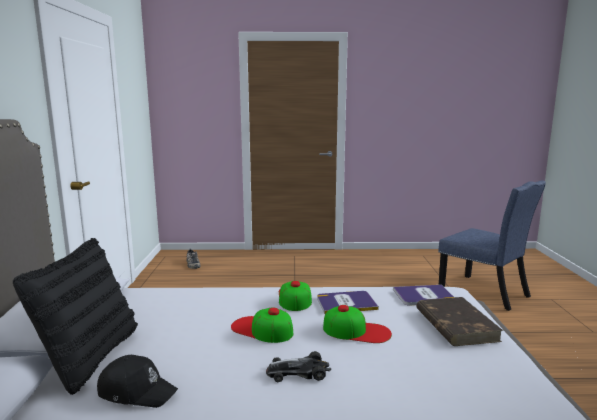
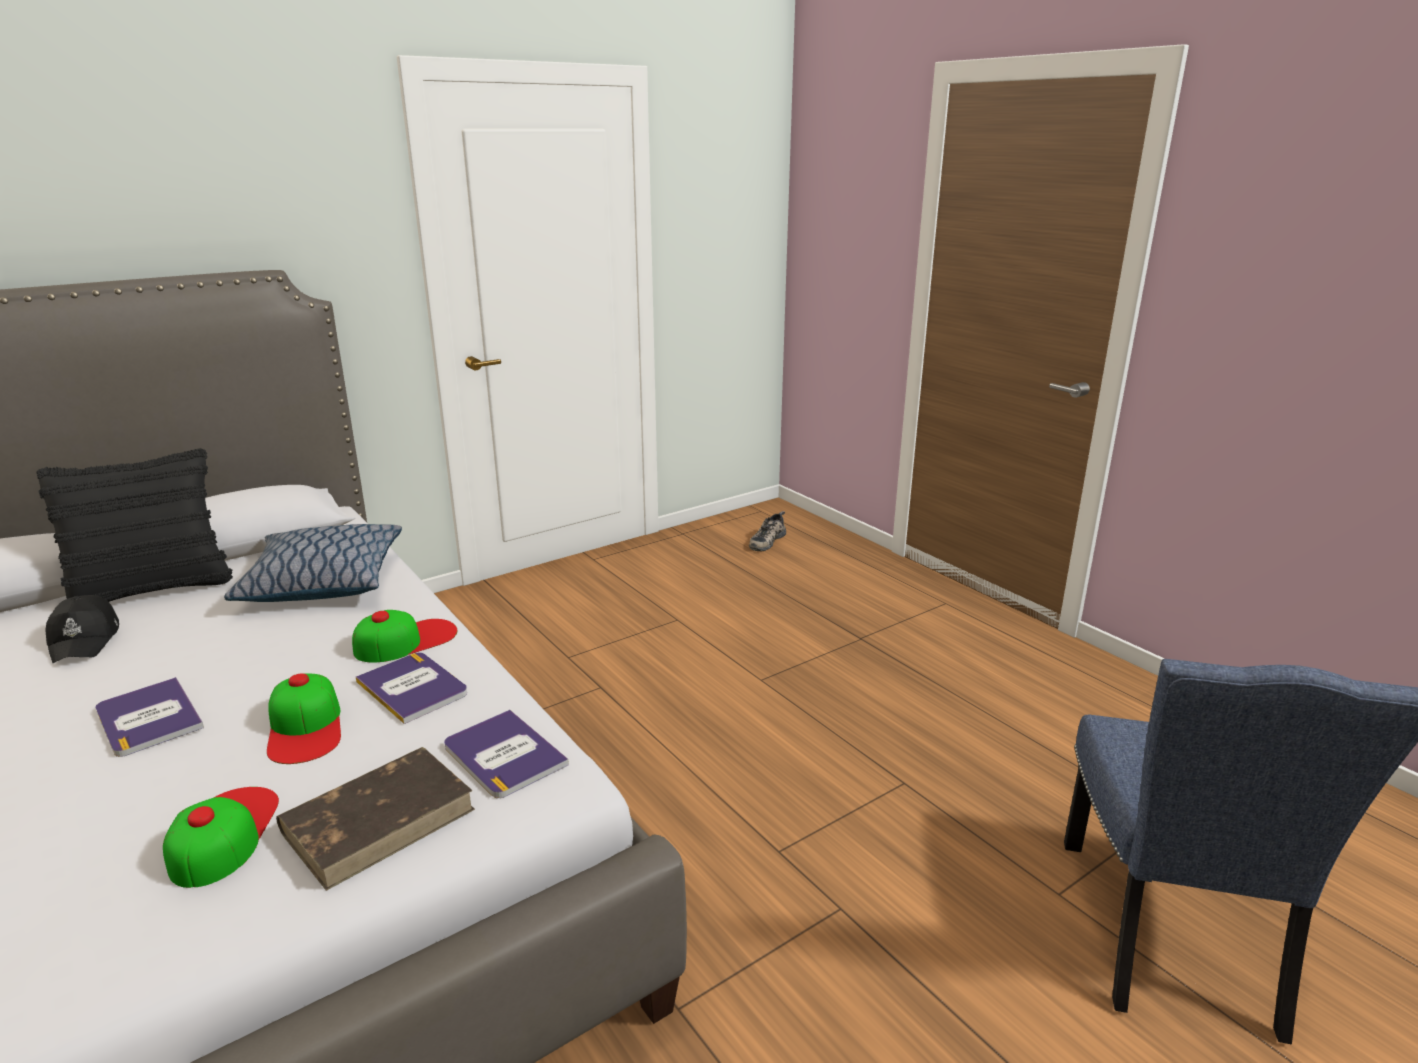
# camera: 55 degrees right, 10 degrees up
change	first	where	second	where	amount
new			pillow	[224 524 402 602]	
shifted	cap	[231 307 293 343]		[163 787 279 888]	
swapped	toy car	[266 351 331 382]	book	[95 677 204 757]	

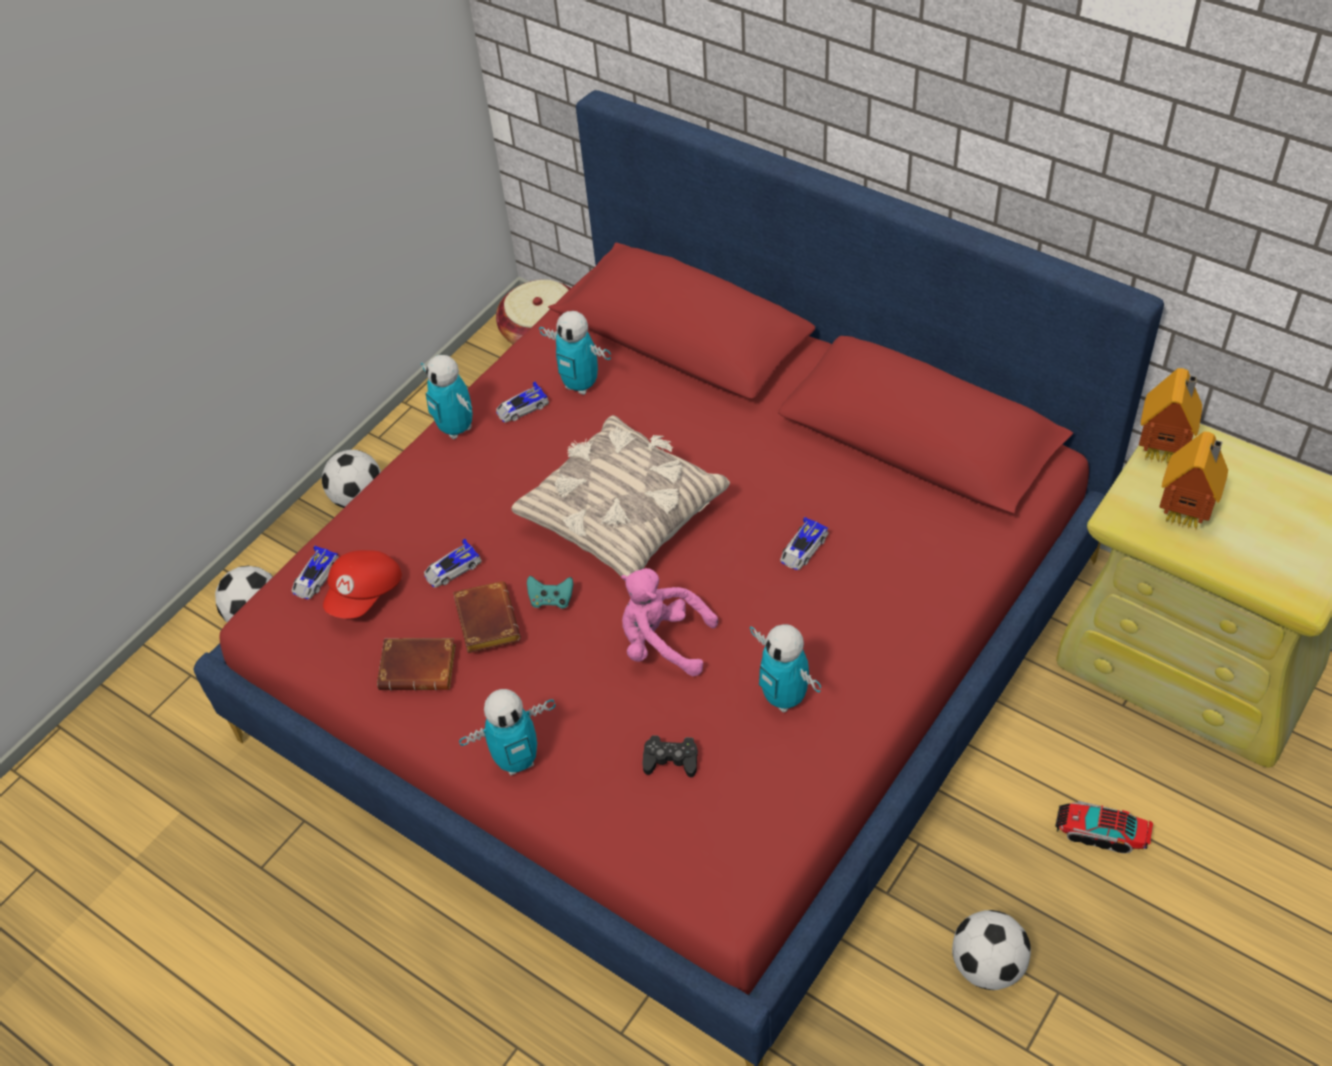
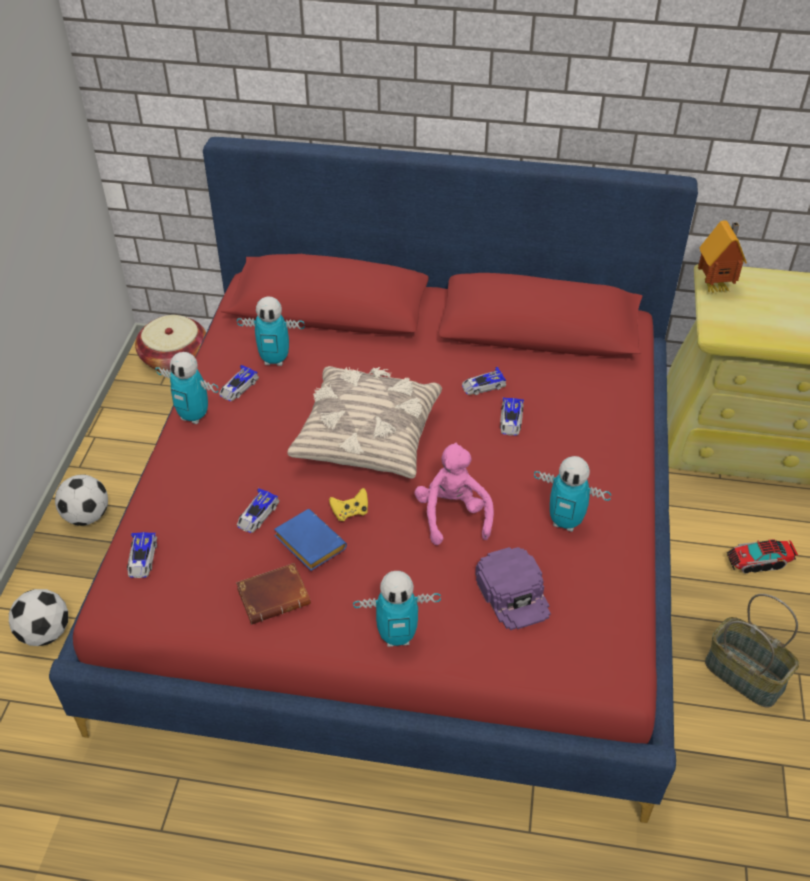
# camera: 30 degrees left, 5 degrees down
change	first	where	second	where	amount
gone	red cap	[323 550 402 619]			
gone	toy house	[1159 432 1228 529]			
new			toy car	[462 367 506 395]	
swapped	black game controller	[642 735 698 777]	purple cap	[475 547 551 630]	
swapped	football	[952 910 1031 990]	basket	[705 594 799 708]	
repainted	brown book	[453 581 521 653]	blue book	[274 509 347 571]	
repainted	turquoise game controller	[527 576 573 609]	yellow game controller	[329 488 368 521]	
rotated	toy robot	[459 689 555 776]		[353 571 441 647]	45 degrees clockwise
rotated	pink plush toy	[621 568 718 676]		[415 442 494 545]	90 degrees clockwise

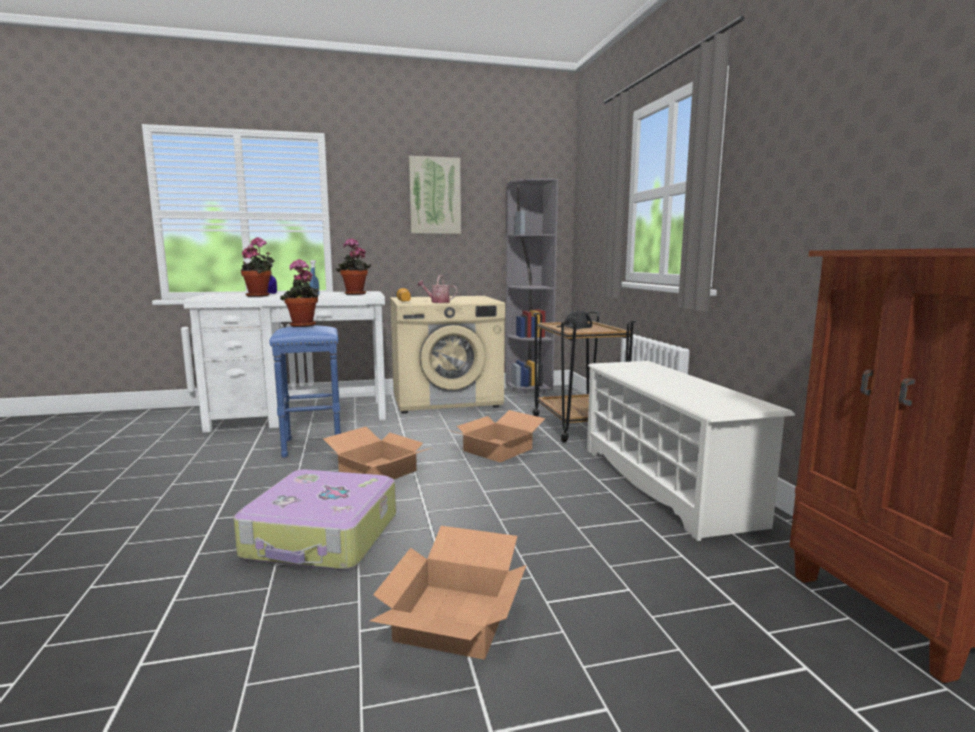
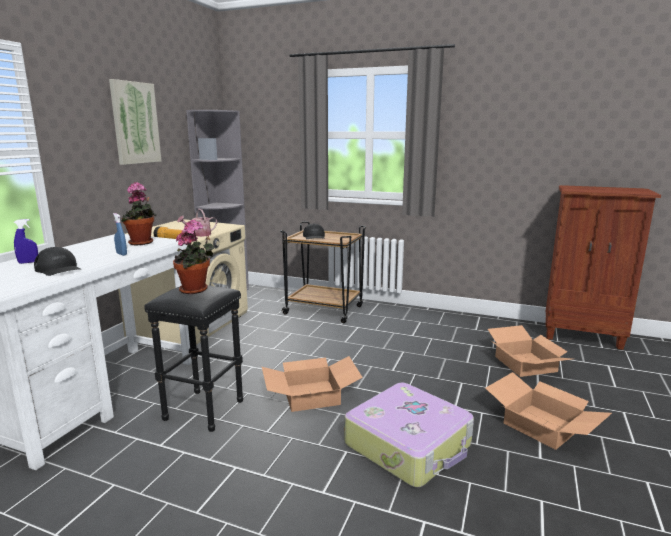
# camera: 55 degrees left, 5 degrees up
change	first	where	second	where	amount
gone	white shoe rack	[587 361 795 541]			
shifted	cardboard box	[449 410 546 462]		[488 325 571 377]	
swapped	potted plant	[241 237 274 297]	black cap	[34 247 81 276]	
repainted	blue stool	[269 325 341 457]	black stool	[144 285 243 432]	

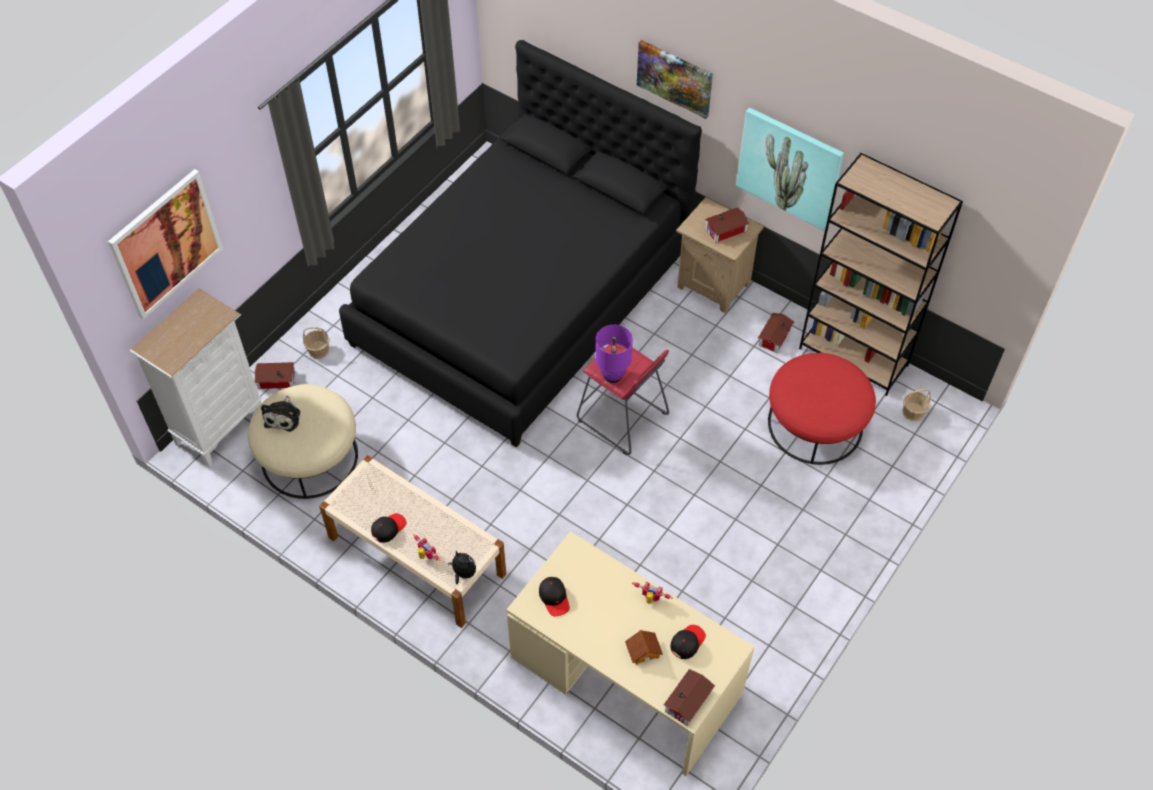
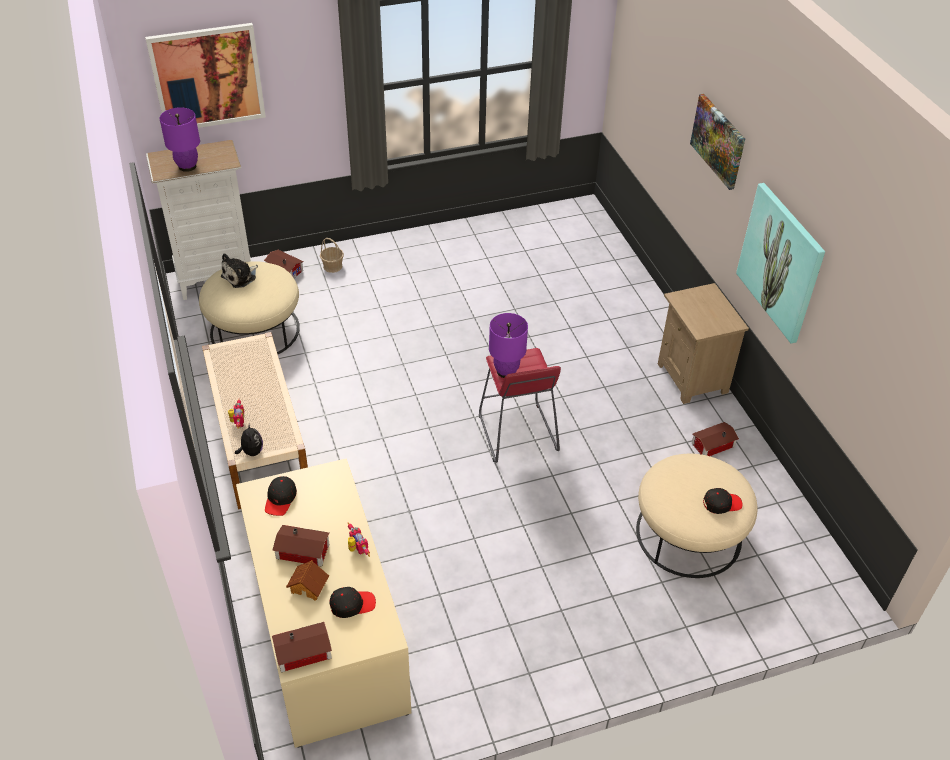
# camera: 35 degrees right, 10 degrees down
change	first	where	second	where	amount
gone	black bed	[339 40 702 447]			
gone	beige bookcase	[799 153 963 396]			
gone	basket	[902 389 931 421]			
new			purple table lamp	[159 107 200 172]	
shifted	black cap	[371 513 406 543]		[703 488 742 514]	
shifted	toy house	[705 207 750 243]		[272 525 330 567]	
repainted	red ottoman	[768 353 876 465]	beige ottoman	[636 453 757 578]	

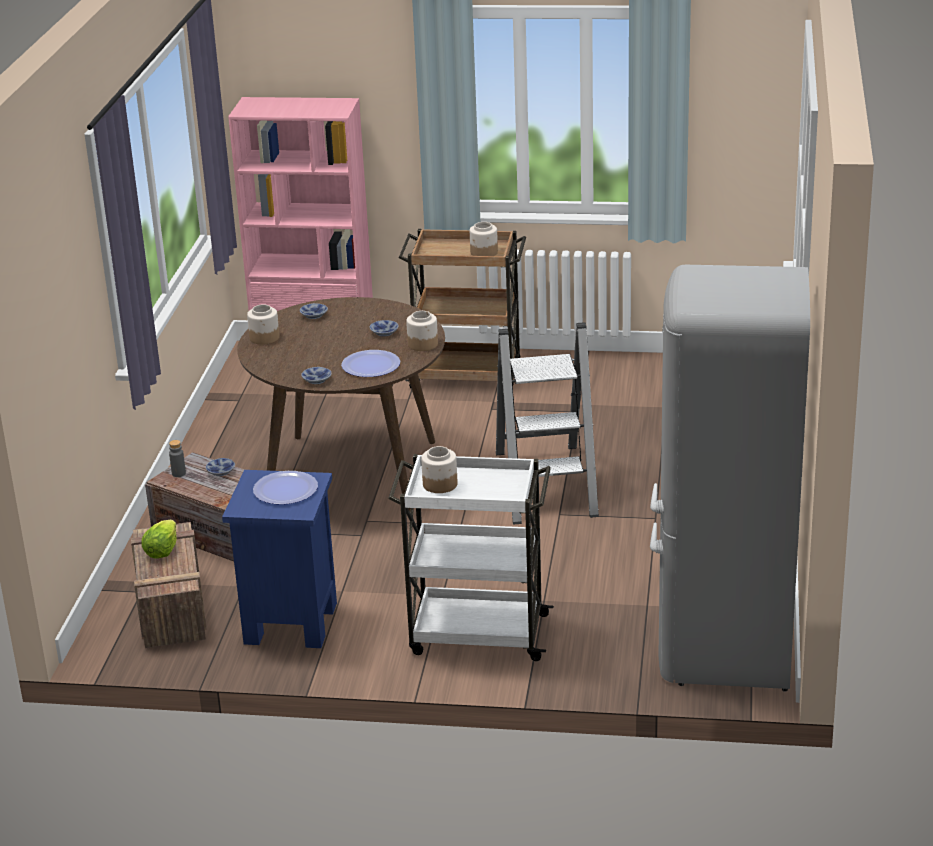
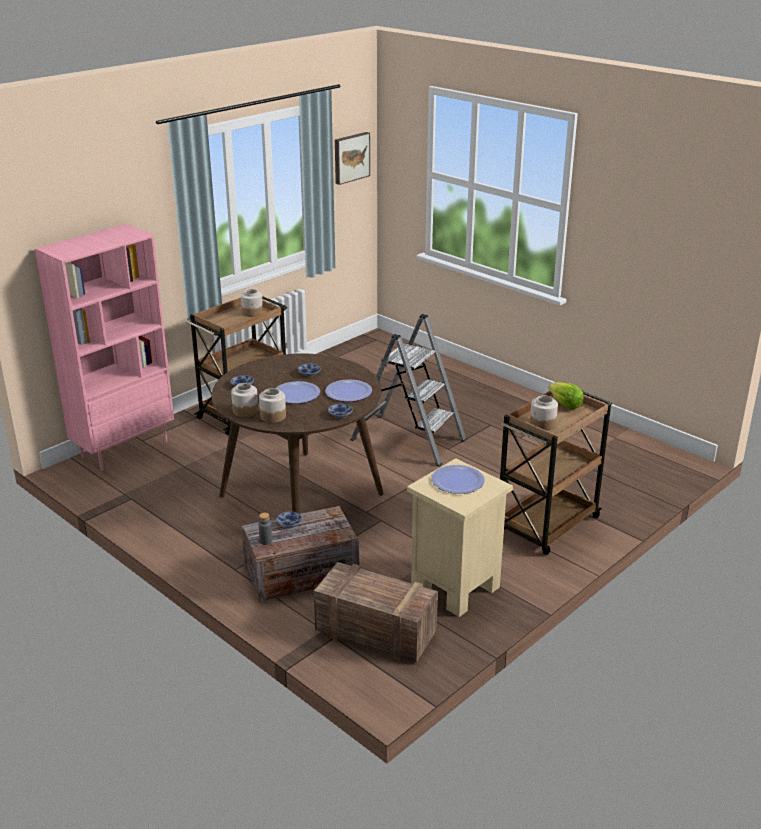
# camera: 55 degrees left, 0 degrees up
change	first	where	second	where	amount
gone	grey fridge	[650 265 810 692]			
new			plate	[276 381 320 404]	
new			picture	[335 132 370 185]	
shifted	lettuce	[141 520 177 559]		[548 382 584 409]	
shifted	jar	[406 311 438 351]		[259 388 286 423]	
repainted	blue nightstand	[222 470 337 648]	beige nightstand	[407 458 513 617]	
repainted	white cart	[388 454 554 661]	brown cart	[500 391 612 555]	

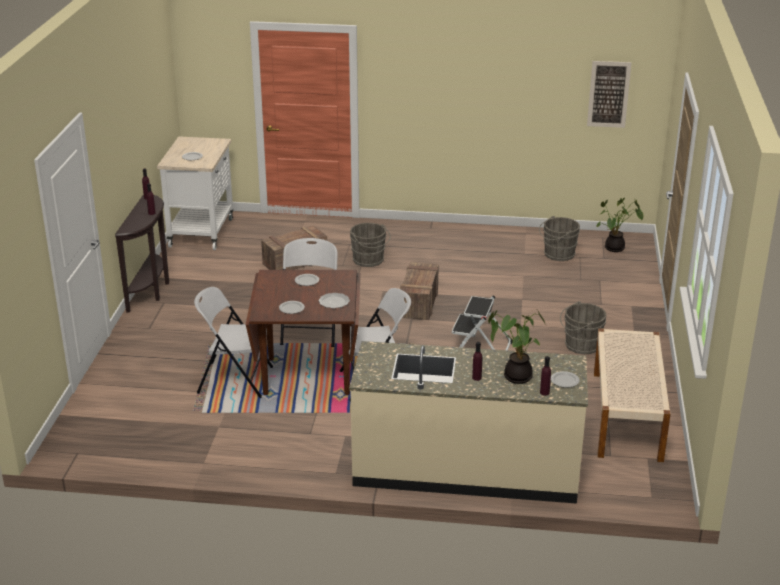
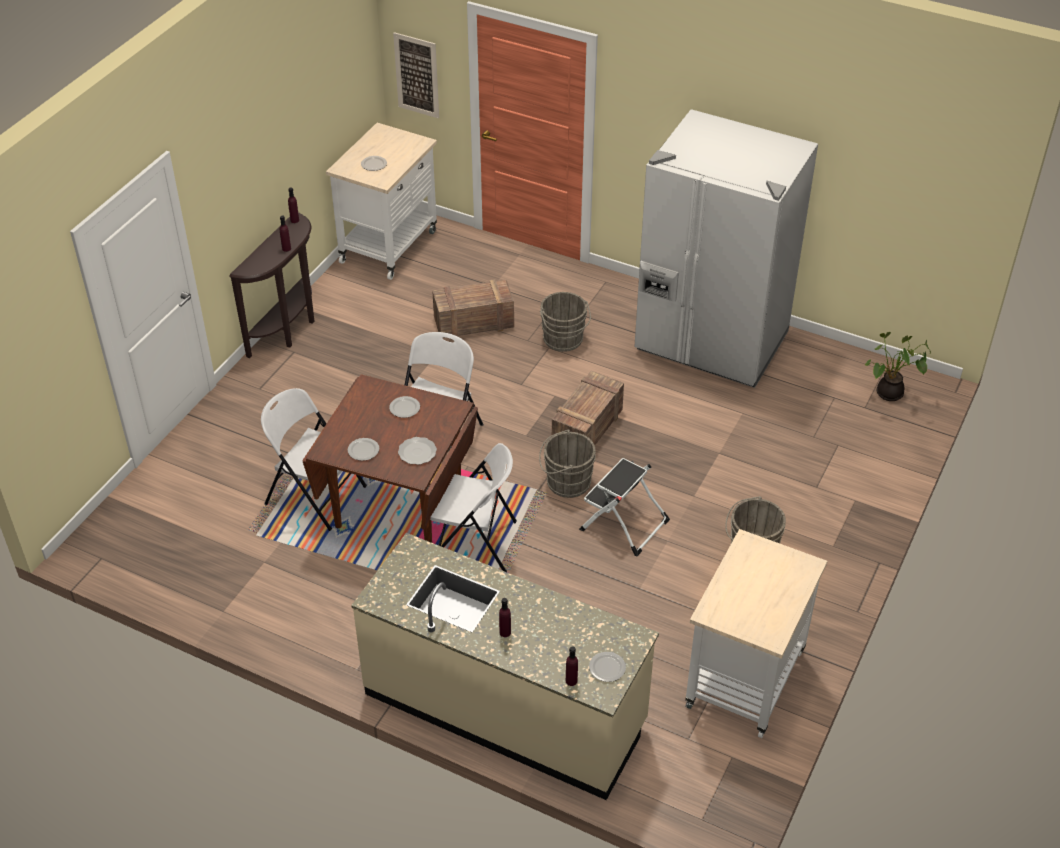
# camera: 20 degrees right, 15 degrees up
change	first	where	second	where	amount
gone	potted plant	[488 310 545 384]			
new			white fridge	[634 109 818 388]	
shifted	grey bucket	[539 216 580 261]		[539 429 596 498]	
shifted	picture	[587 61 632 128]		[393 32 439 118]	
swapped	beige bench	[594 328 671 462]	white cart	[685 529 827 738]	

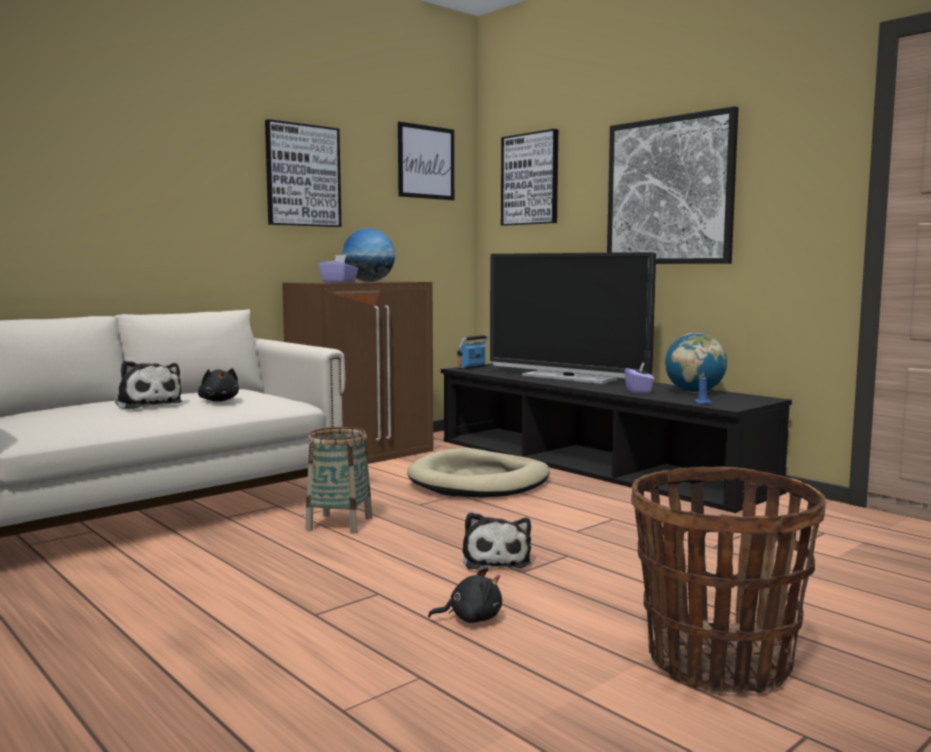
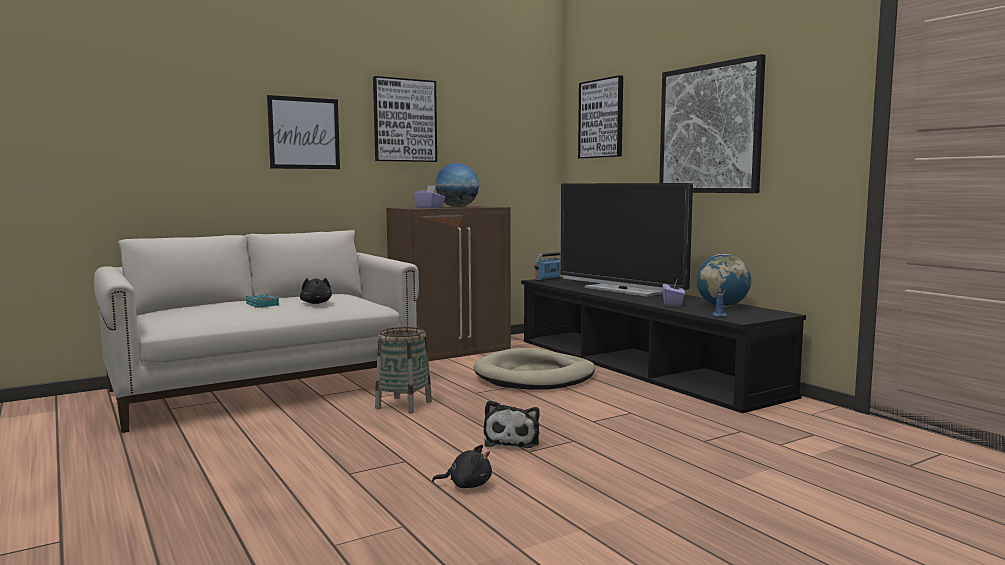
# camera: 10 degrees right, 0 degrees up
change	first	where	second	where	amount
gone	basket	[631 467 826 693]			
shifted	picture	[398 122 454 200]		[267 95 340 169]	
swapped	plush toy	[115 361 182 409]	turquoise book	[246 294 279 308]	

